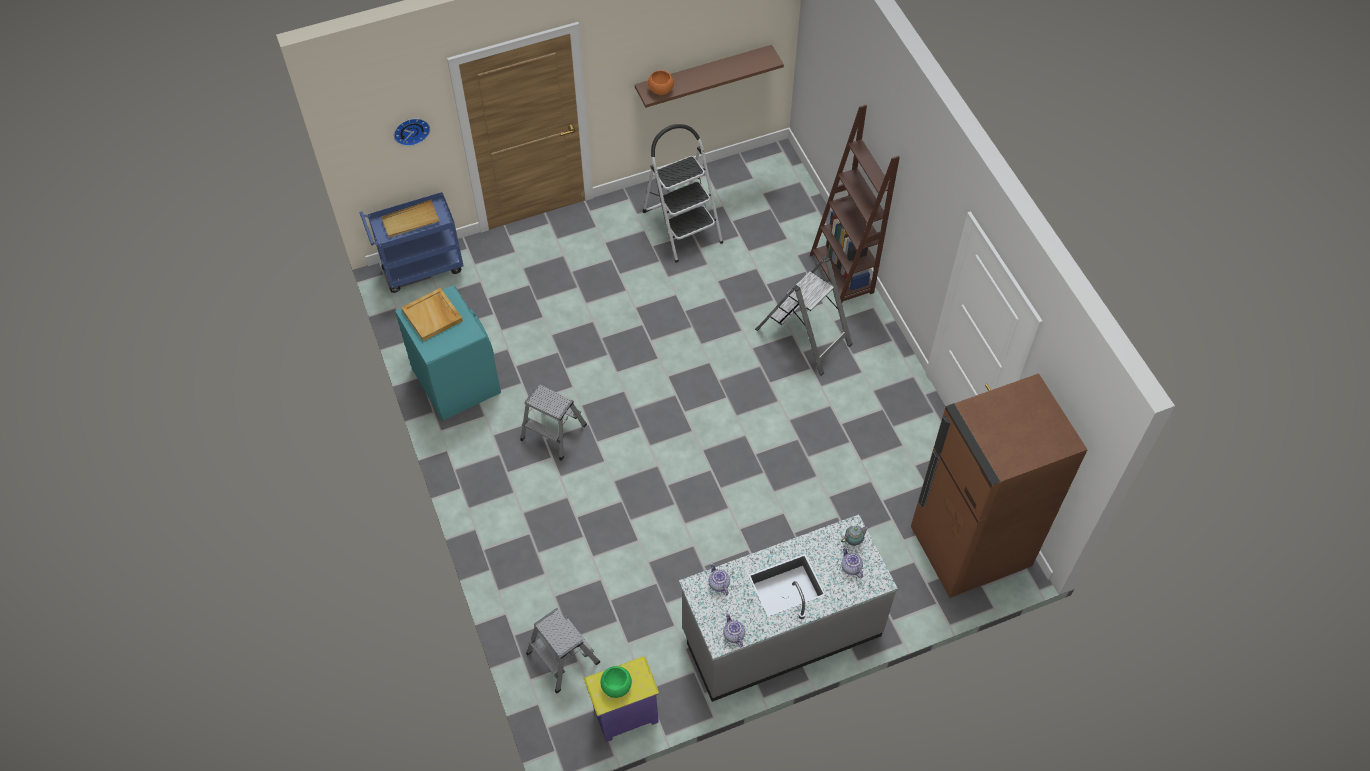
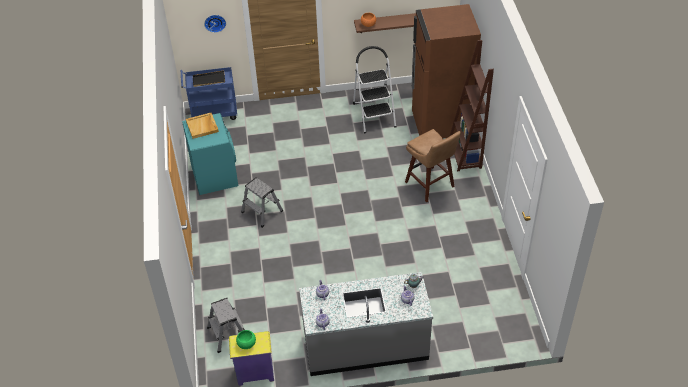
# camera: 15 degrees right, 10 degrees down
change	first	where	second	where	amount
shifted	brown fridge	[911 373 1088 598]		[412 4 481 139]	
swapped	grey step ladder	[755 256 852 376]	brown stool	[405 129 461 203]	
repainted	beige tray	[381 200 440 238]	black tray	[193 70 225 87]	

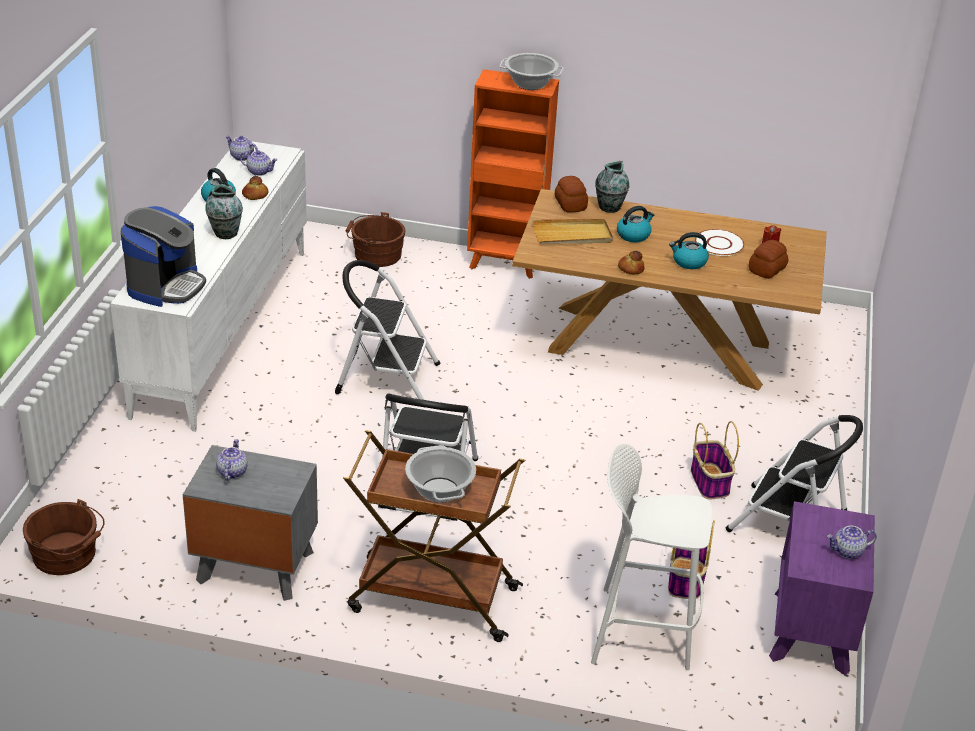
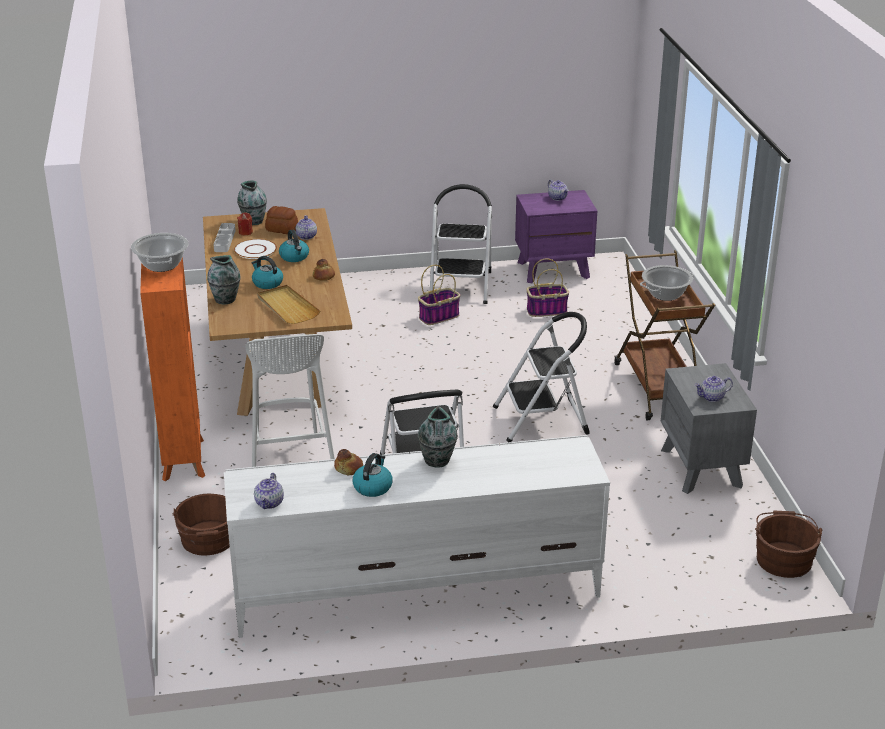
# camera: 110 degrees left, 5 degrees down
change	first	where	second	where	amount
gone	coffee machine	[121 206 206 307]			
gone	bread	[555 176 588 212]			
new			grey tray	[213 223 236 252]	
new			vase	[237 180 267 225]	
shifted	teapot	[240 150 277 176]		[296 215 317 240]	
shifted	white stool	[591 444 712 670]		[245 334 335 467]	

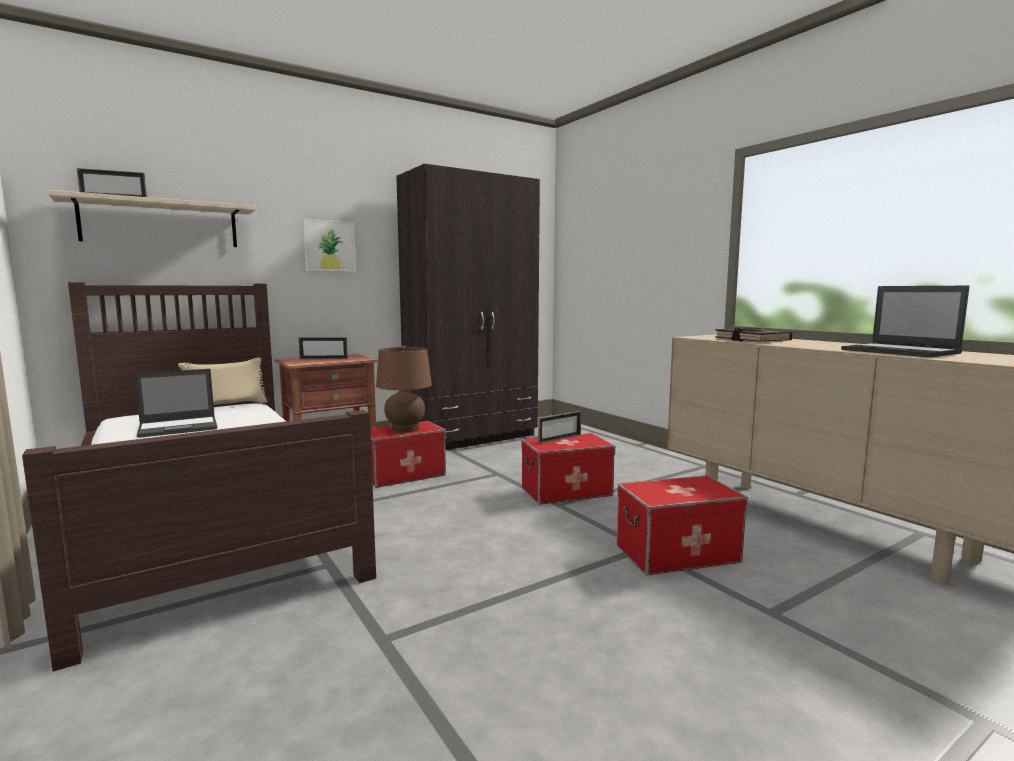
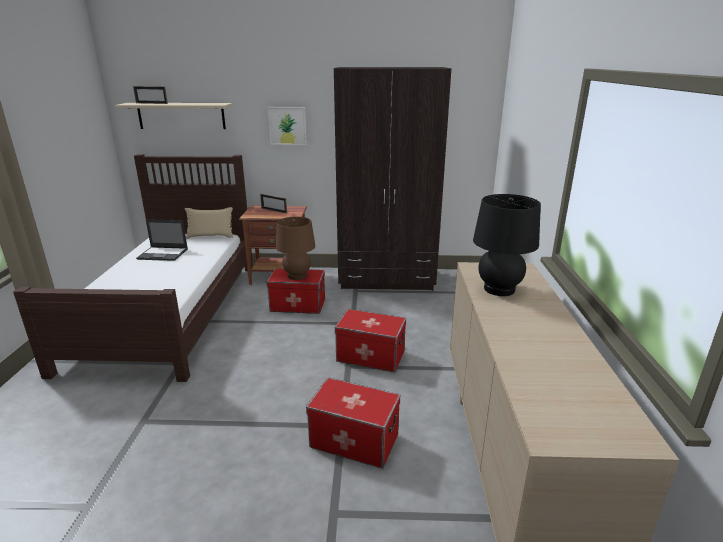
# camera: 35 degrees right, 15 degrees up
change	first	where	second	where	amount
gone	picture frame	[538 411 581 444]			
gone	laptop	[841 286 970 358]			
swapped	black book	[715 328 792 342]	black table lamp	[473 194 541 296]	

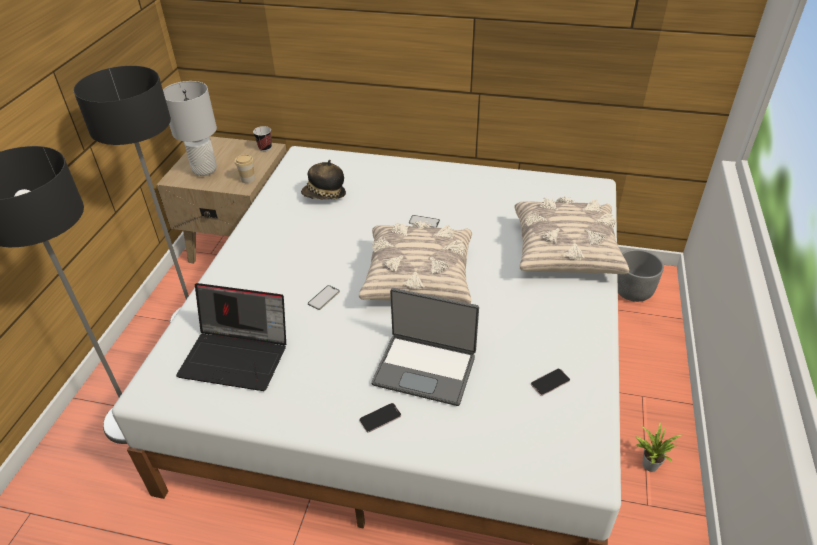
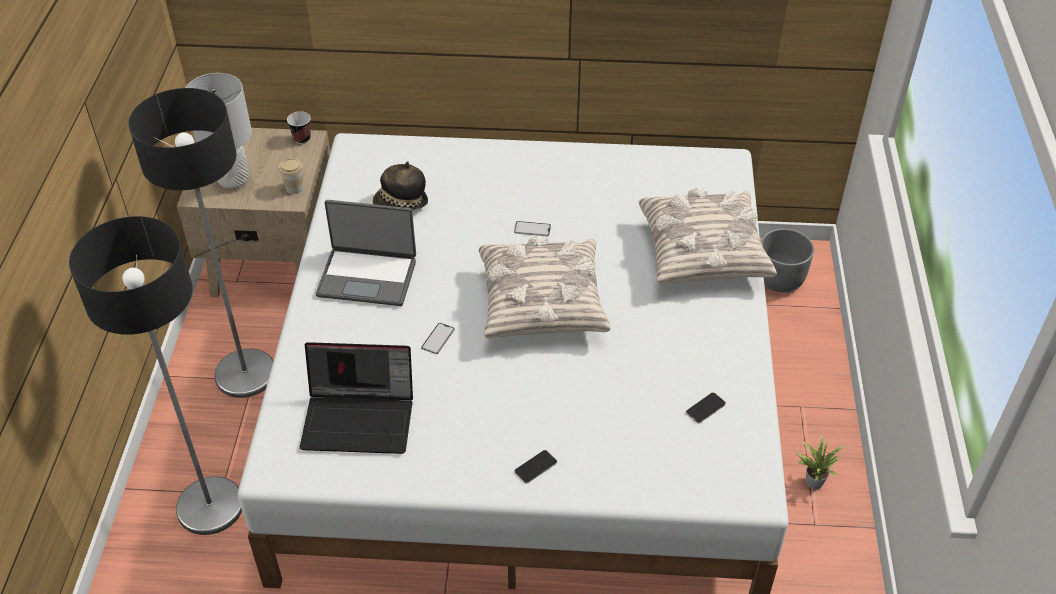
# camera: 10 degrees left, 5 degrees up
change	first	where	second	where	amount
shifted	laptop	[371 288 479 406]		[316 200 416 306]	

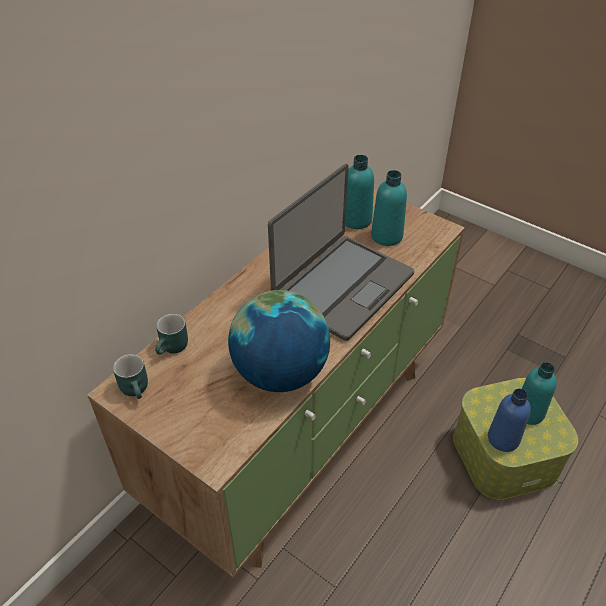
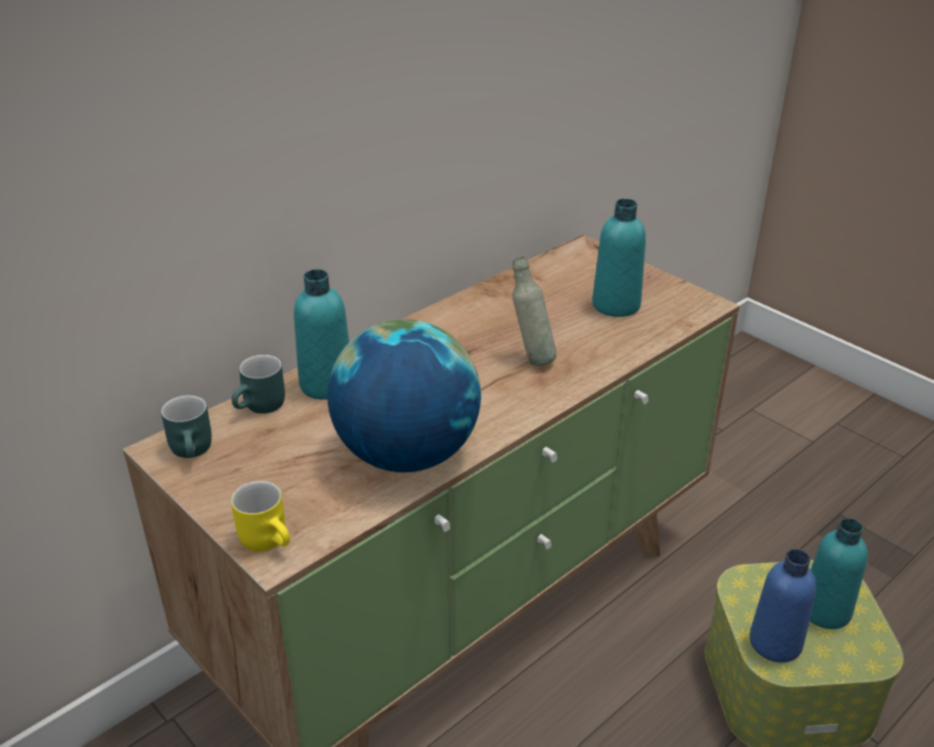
# camera: 10 degrees right, 10 degrees down
change	first	where	second	where	amount
new			yellow mug	[231 481 290 552]	
shifted	turquoise bottle	[345 155 374 229]		[294 269 349 400]	
swapped	laptop	[268 164 414 341]	grey bottle	[512 257 556 366]	

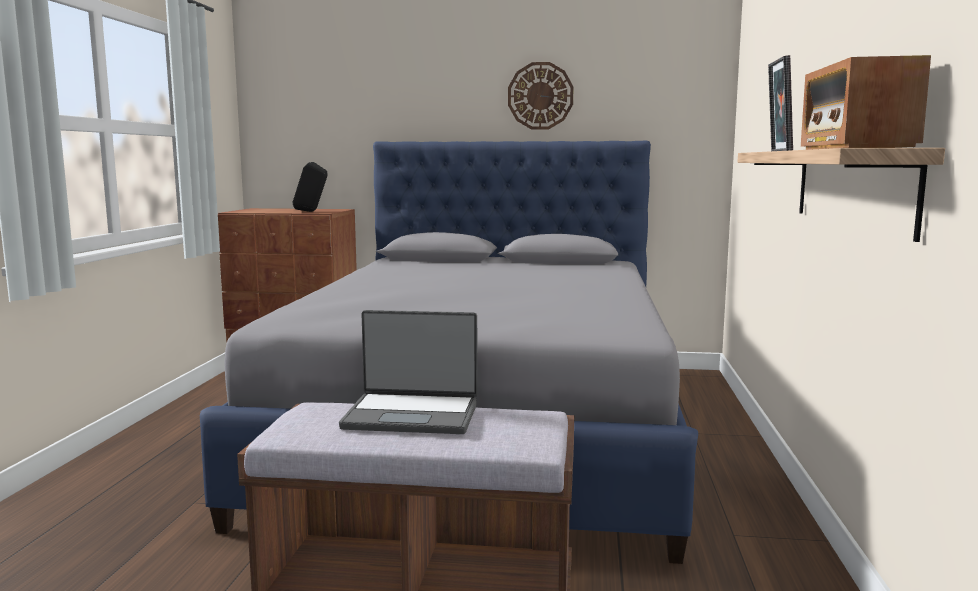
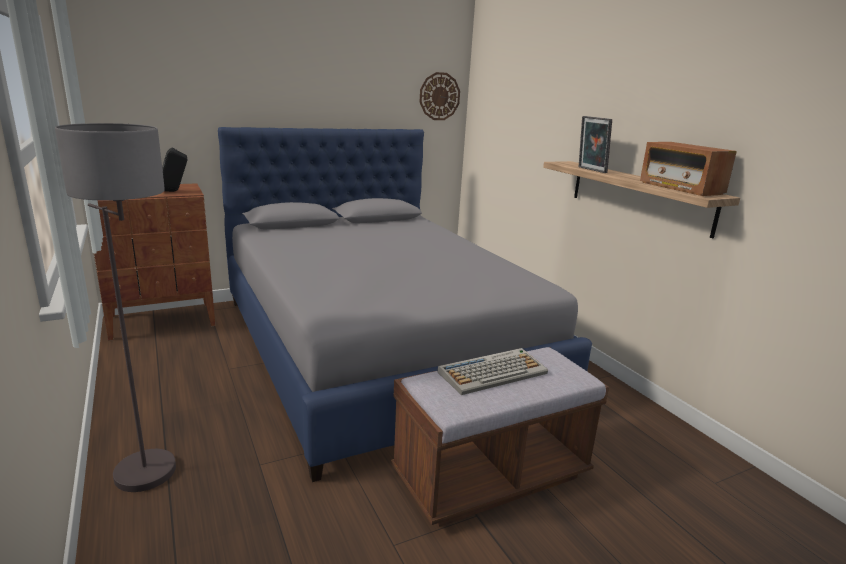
# camera: 35 degrees left, 10 degrees up
change	first	where	second	where	amount
new			grey floor lamp	[55 123 176 492]	
shifted	wall clock	[508 62 573 130]		[420 72 460 120]	
swapped	laptop	[339 310 478 434]	keyboard	[437 348 548 395]	

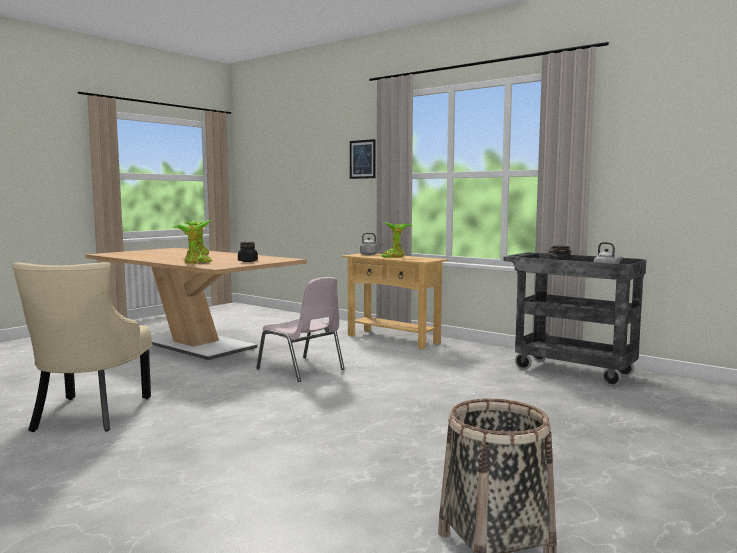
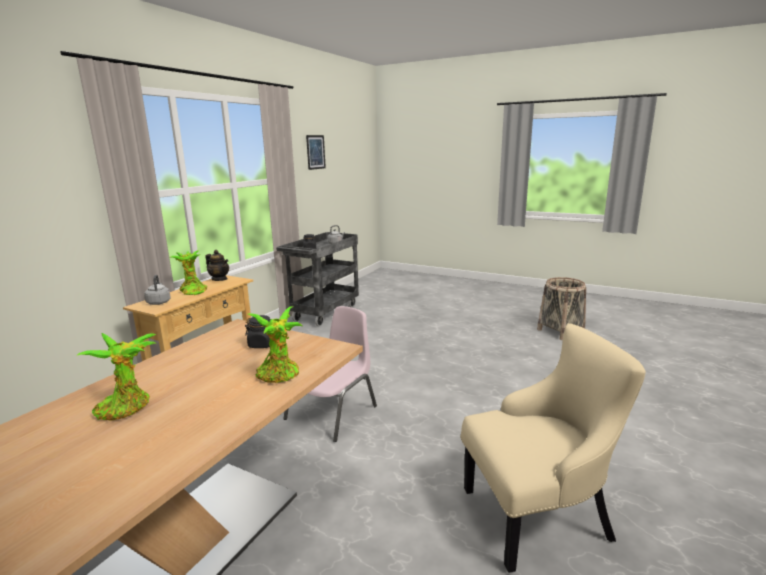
# camera: 100 degrees left, 10 degrees up
change	first	where	second	where	amount
new			teapot	[206 250 229 281]	
shifted	picture	[350 139 376 179]		[306 135 326 170]	

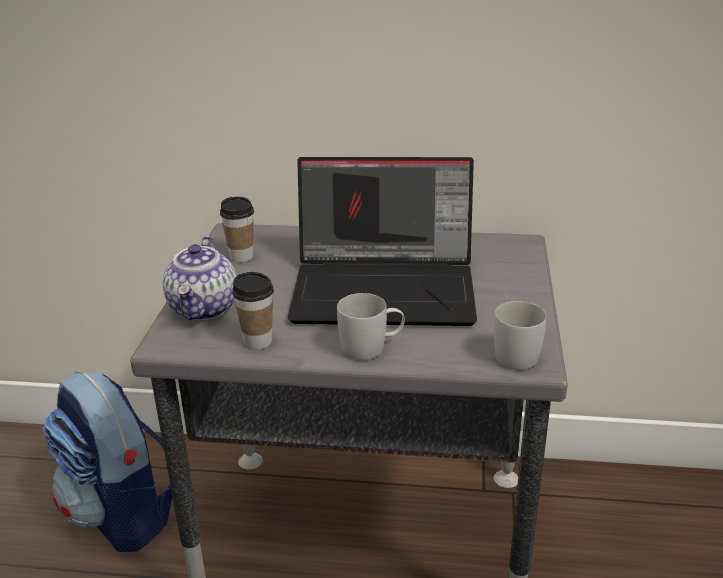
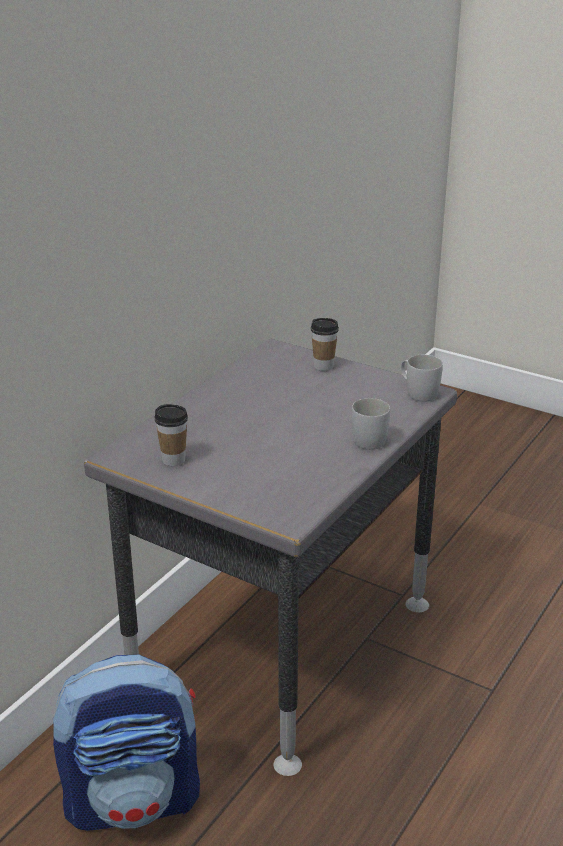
# camera: 65 degrees left, 0 degrees up
change	first	where	second	where	amount
gone	teapot	[163 236 236 320]			
gone	laptop	[288 157 477 326]			
shifted	cup	[232 272 274 350]		[311 318 339 371]	

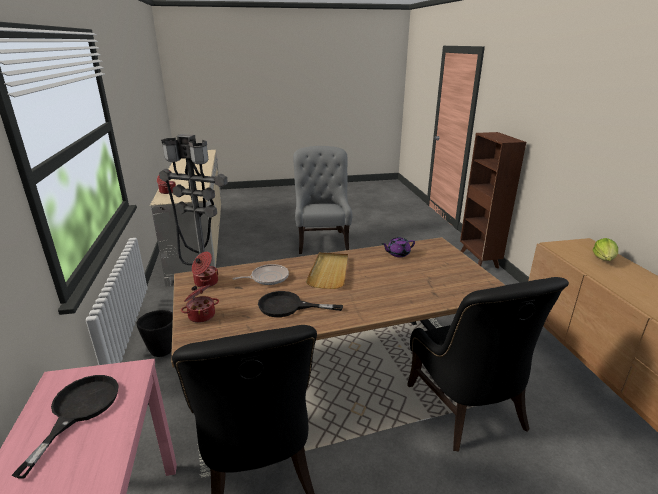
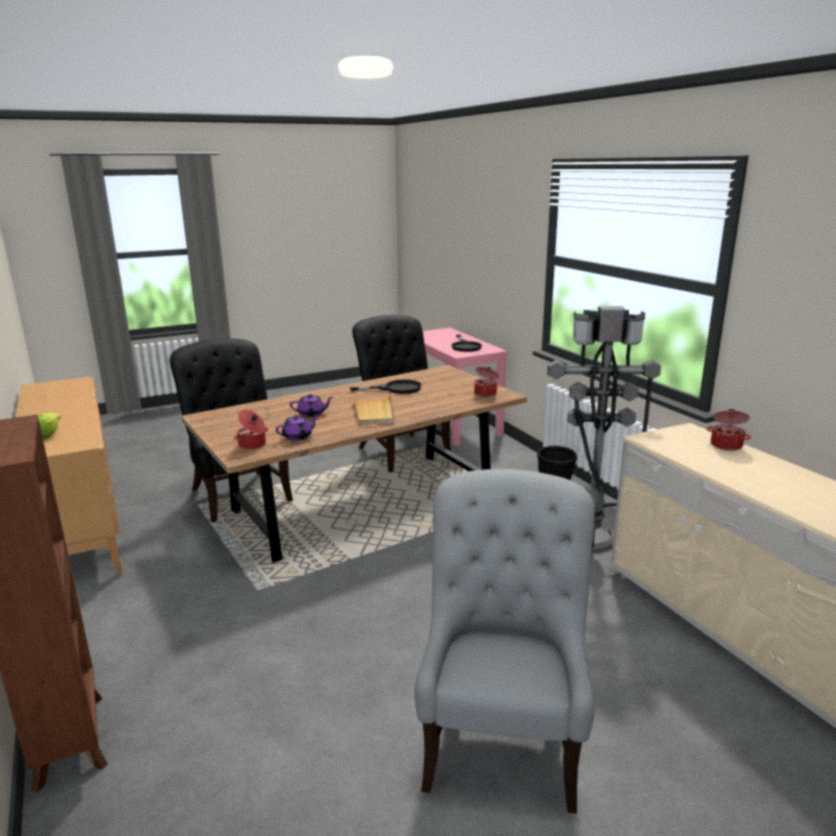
# camera: 165 degrees right, 5 degrees down
change	first	where	second	where	amount
gone	frying pan	[233 264 289 285]			
new			purple teapot	[290 394 333 417]	
shifted	cooking pot	[181 284 219 323]		[234 409 269 449]	
rotated	grey chair	[293 146 353 254]		[414 469 595 814]	150 degrees counterclockwise

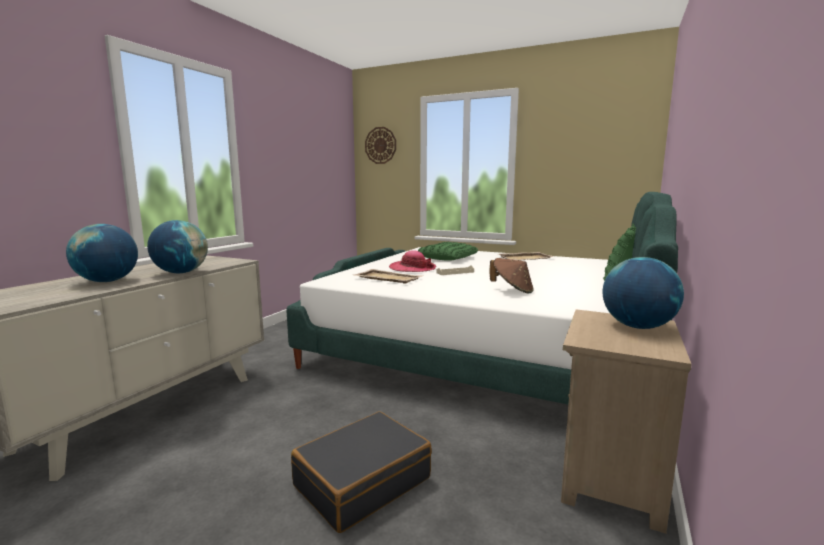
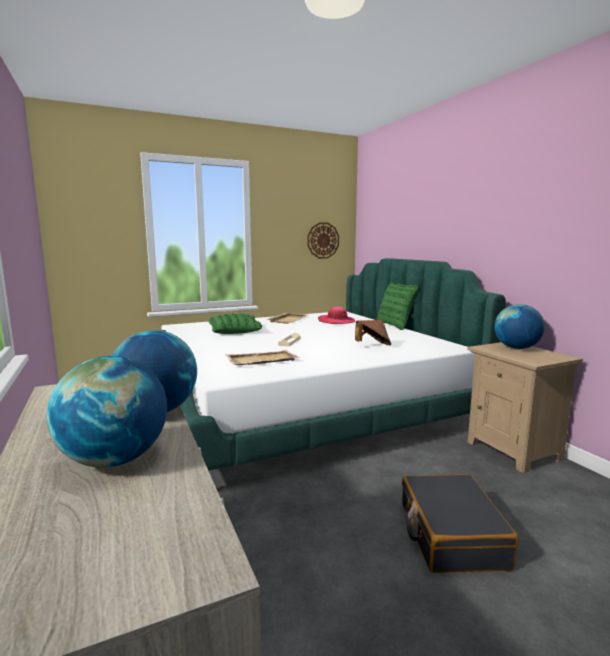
# camera: 50 degrees left, 0 degrees up
change	first	where	second	where	amount
shifted	wall clock	[365 127 396 164]		[307 222 339 259]	
shifted	hat	[389 250 436 272]		[318 307 355 324]	

